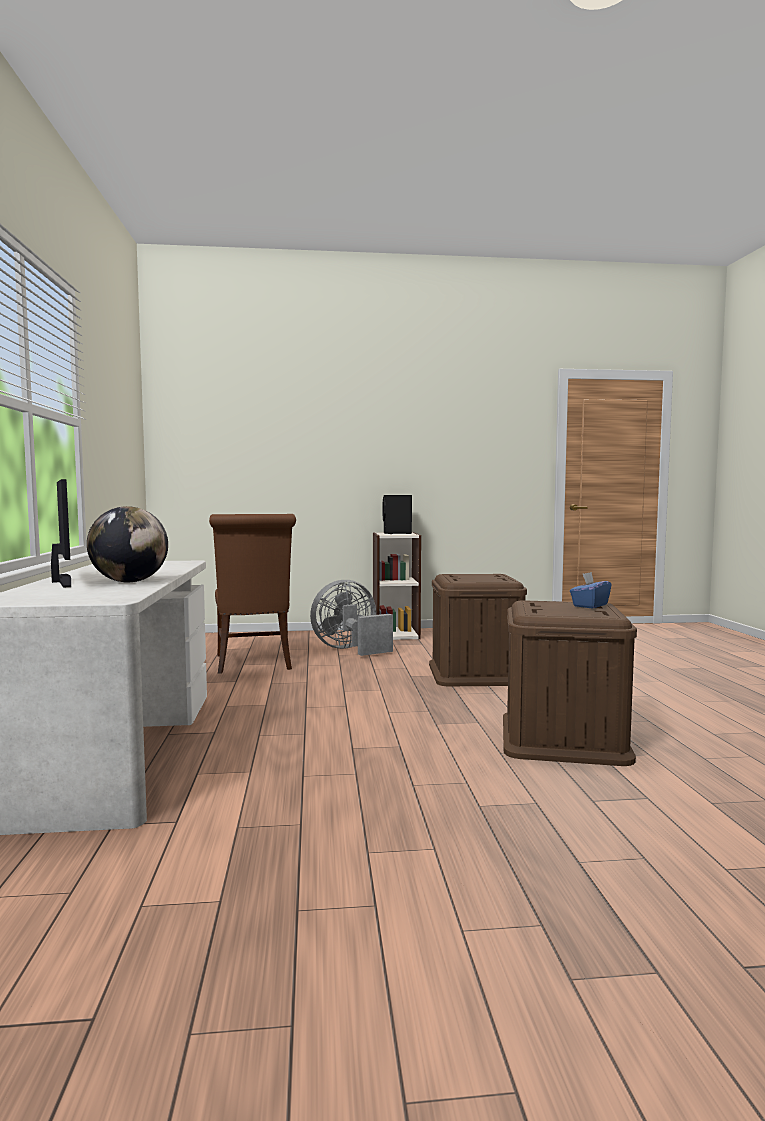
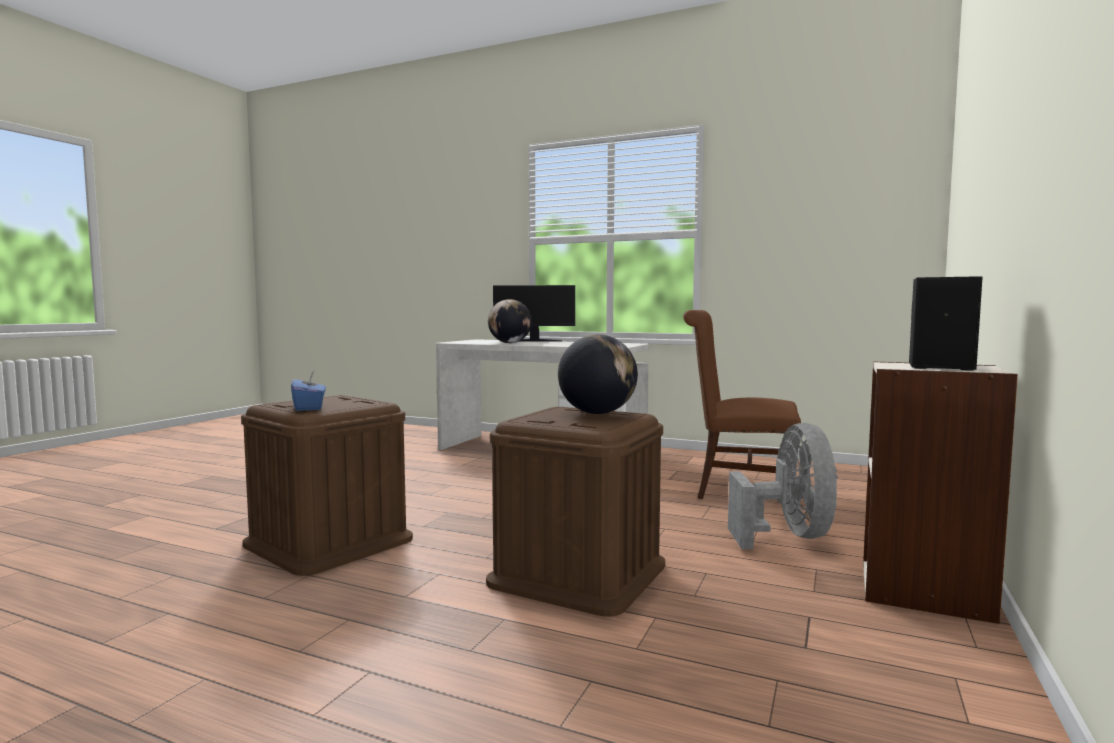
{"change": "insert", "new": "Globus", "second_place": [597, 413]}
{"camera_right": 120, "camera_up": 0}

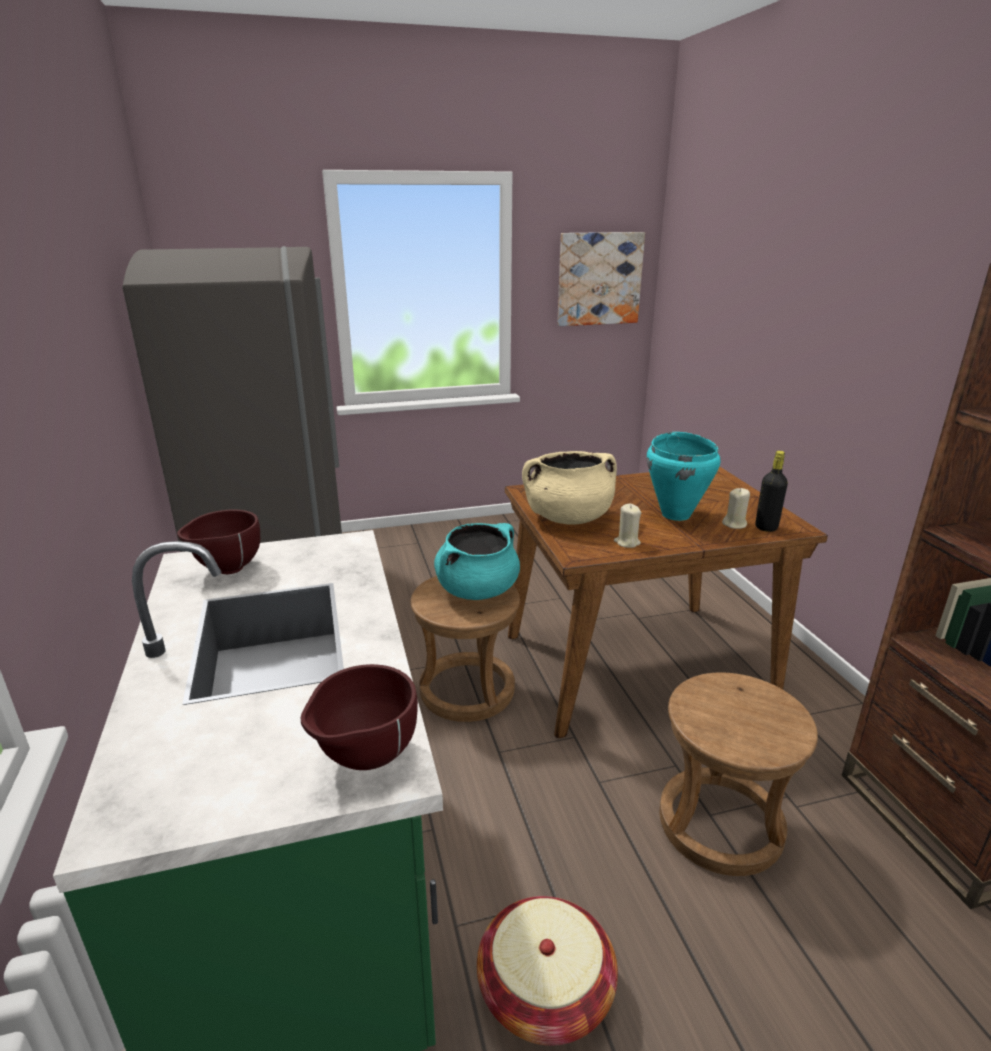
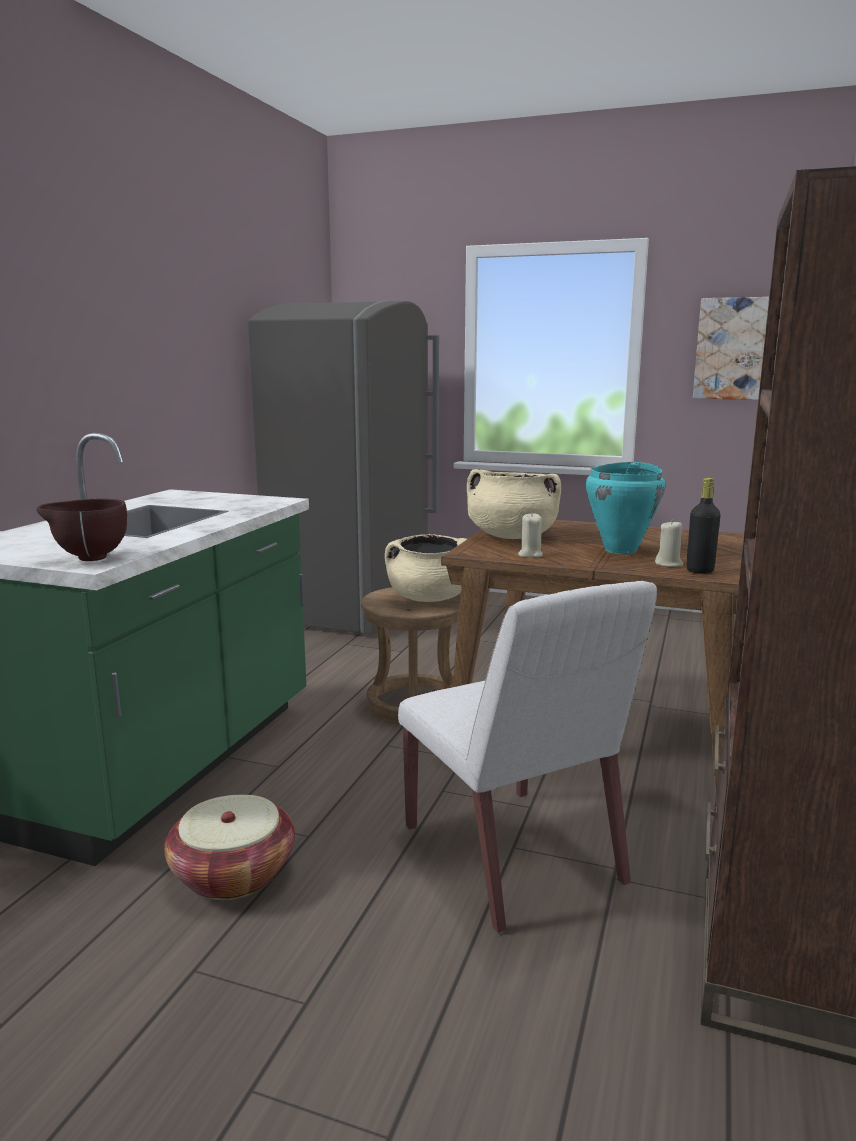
{"change": "delete", "old": "Schüssel (braun)", "first_place": [226, 570]}
{"change": "replace", "old": "Hocker (braun)", "new": "Stuhl (weiß)", "first_place": [720, 824], "second_place": [513, 856]}
{"change": "recolor", "old": "Kochtopf (türkis)", "new": "Kochtopf (beige)", "first_place": [477, 590], "second_place": [429, 599]}
{"camera_right": 35, "camera_up": -10}

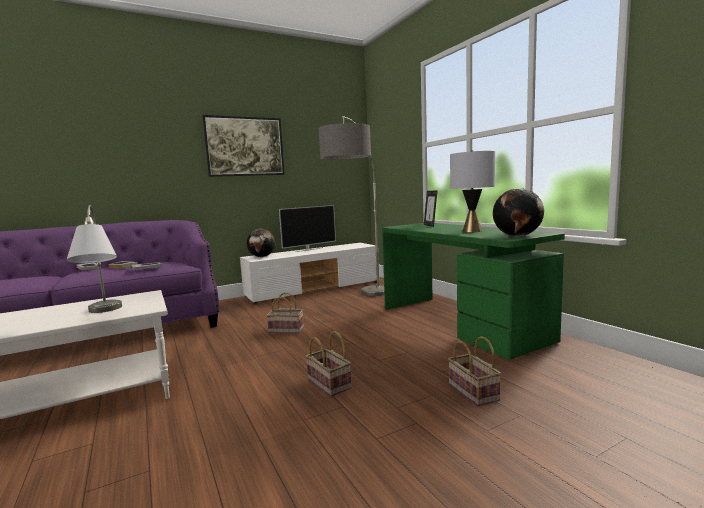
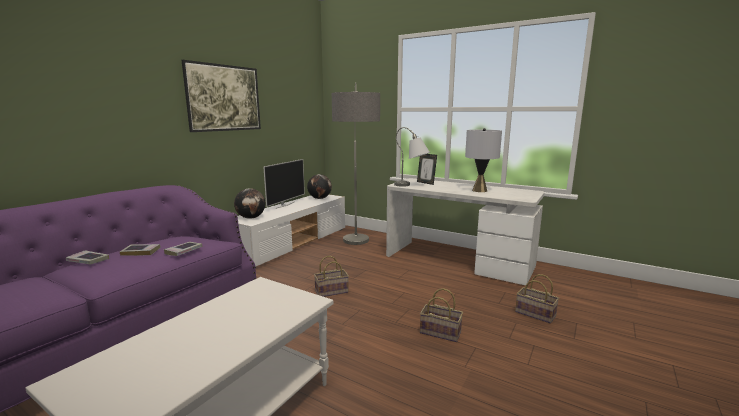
{"change": "move", "old": "Tischlampe (grau)", "first_place": [102, 313], "second_place": [411, 186]}
{"change": "move", "old": "Globus", "first_place": [517, 236], "second_place": [319, 198]}
{"change": "recolor", "old": "Schreibtisch (grün)", "new": "Schreibtisch (weiß)", "first_place": [459, 323], "second_place": [458, 261]}
{"camera_right": -30, "camera_up": 5}

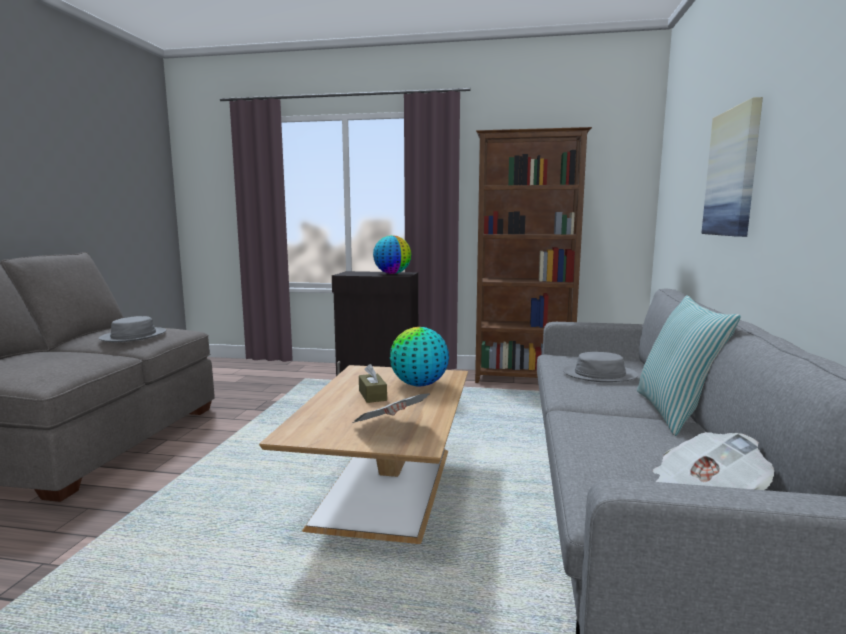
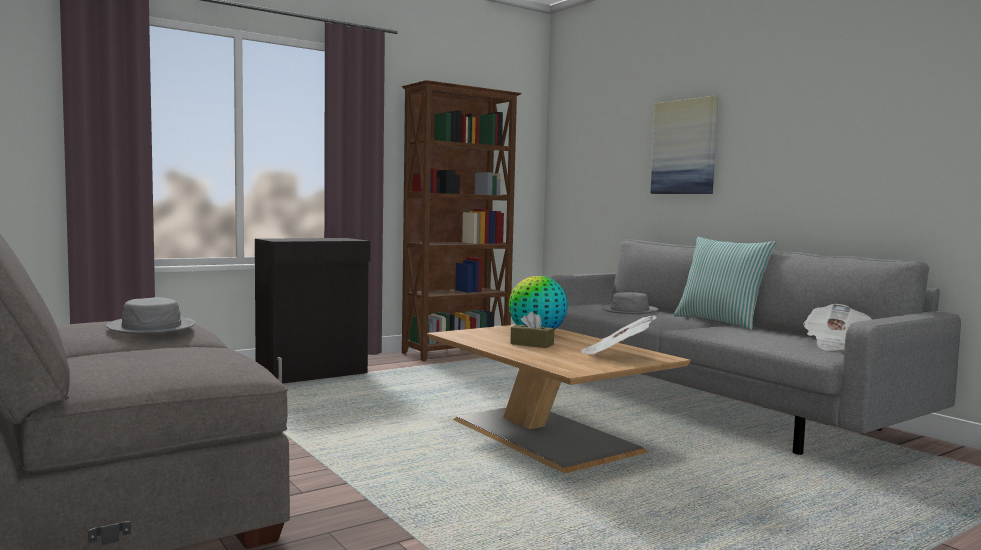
{"change": "delete", "old": "Globus", "first_place": [392, 273]}
{"camera_right": -45, "camera_up": -5}

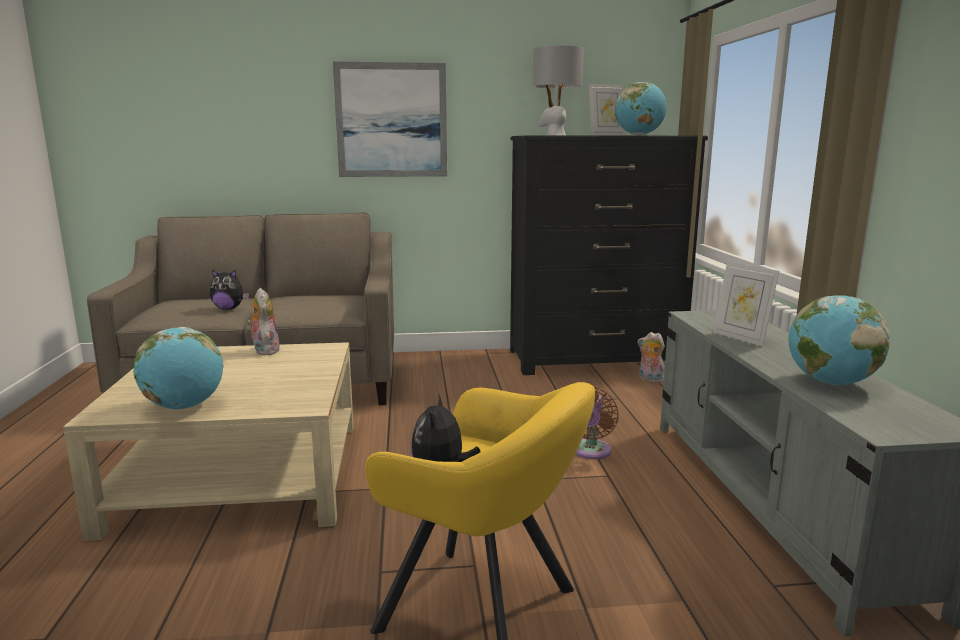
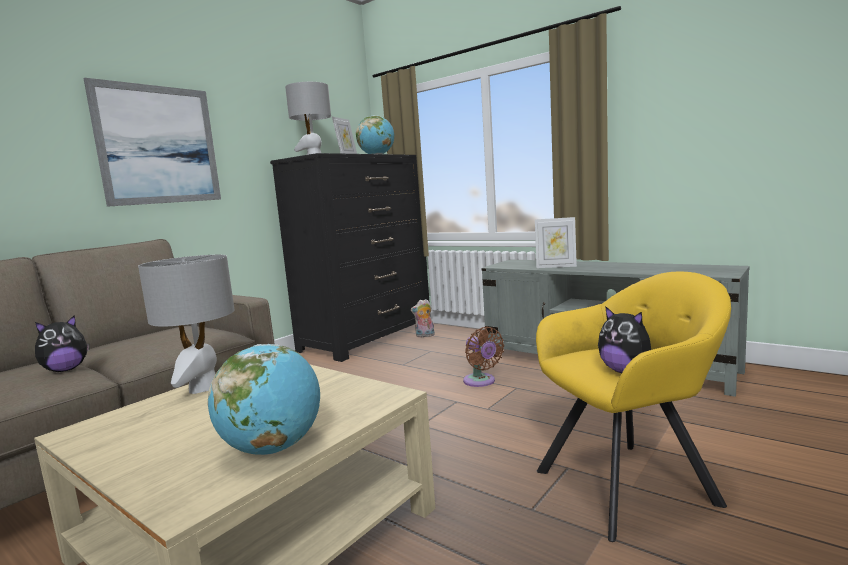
{"change": "delete", "old": "Globus", "first_place": [830, 382]}
{"change": "replace", "old": "Plüschtier", "new": "Tischlampe (grau)", "first_place": [264, 350], "second_place": [203, 387]}
{"camera_right": -45, "camera_up": -5}

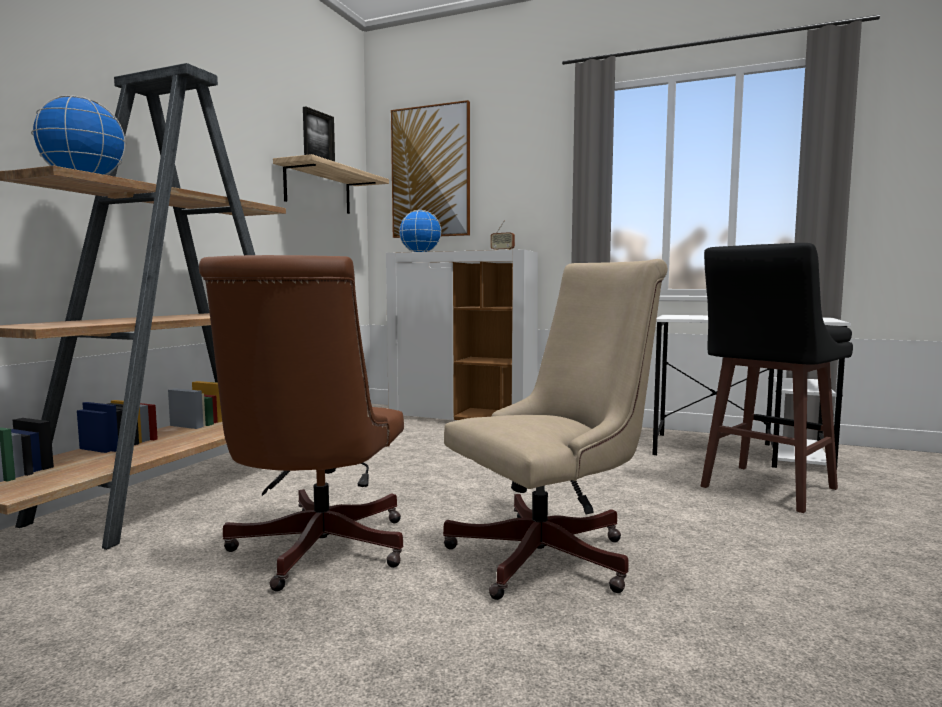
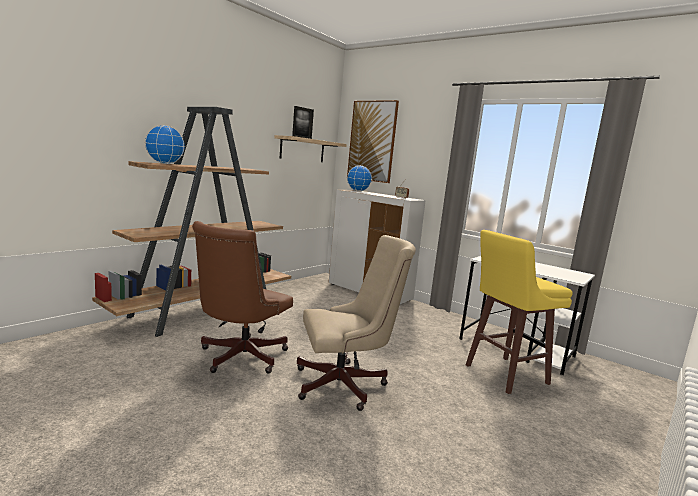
{"change": "recolor", "old": "Hocker (schwarz)", "new": "Hocker (gelb)", "first_place": [765, 488], "second_place": [504, 374]}
{"camera_right": 15, "camera_up": 5}

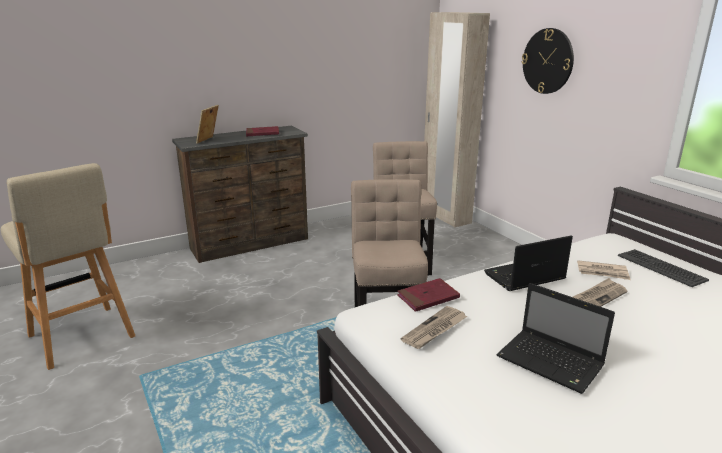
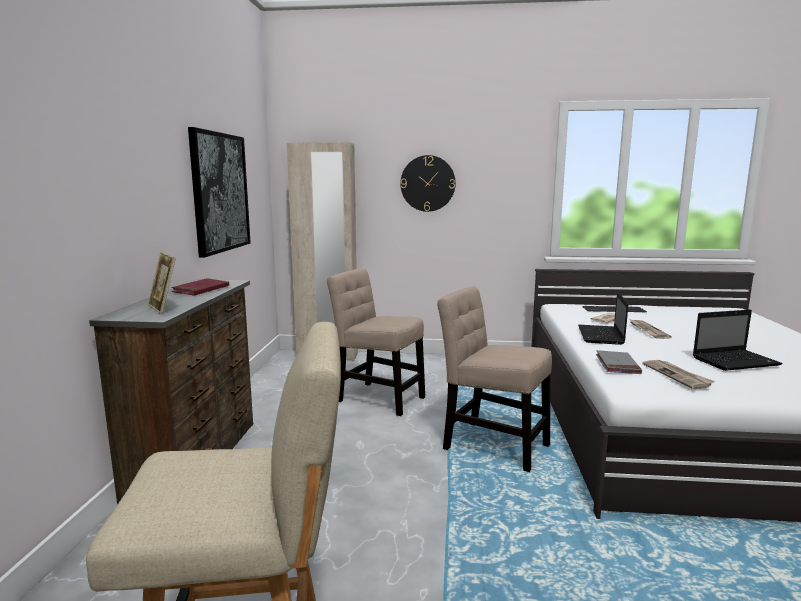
{"change": "insert", "new": "Bild", "second_place": [220, 192]}
{"change": "recolor", "old": "Buch (rot)", "new": "Buch (grau)", "first_place": [428, 297], "second_place": [617, 365]}
{"camera_right": -55, "camera_up": -10}

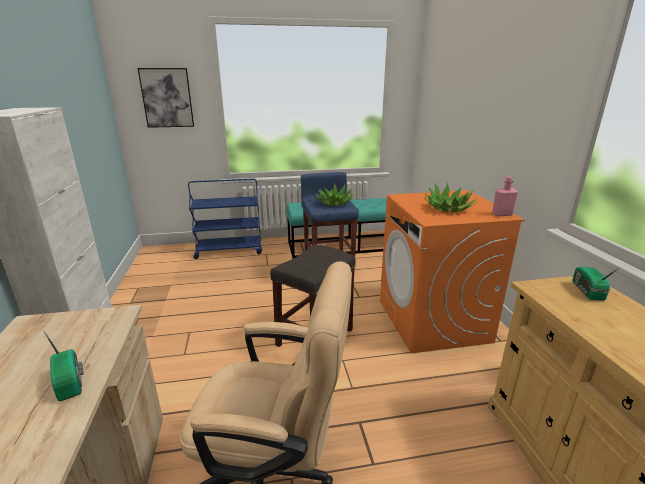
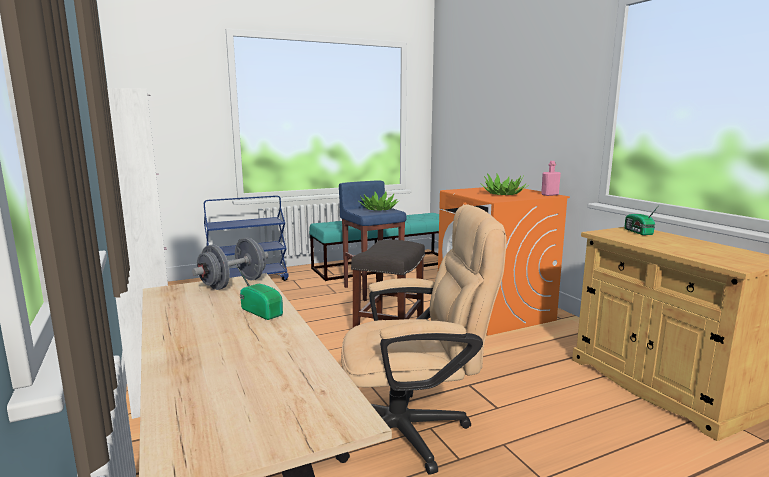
{"change": "delete", "old": "Bild", "first_place": [167, 98]}
{"change": "insert", "new": "Hantel (grau)", "second_place": [233, 284]}
{"camera_right": -15, "camera_up": -10}

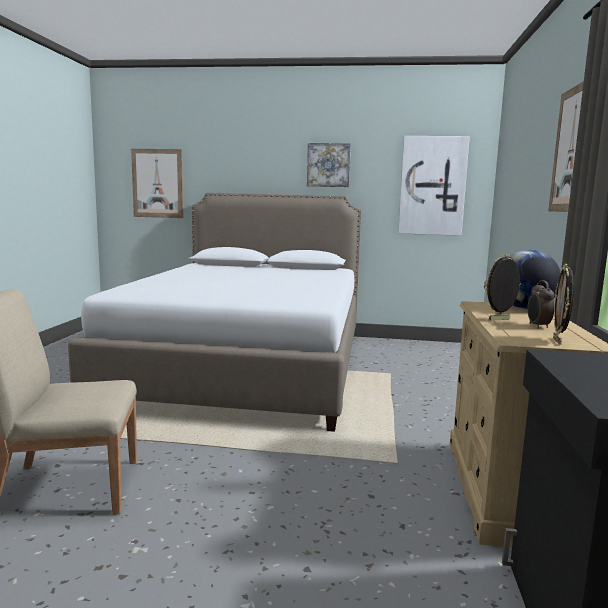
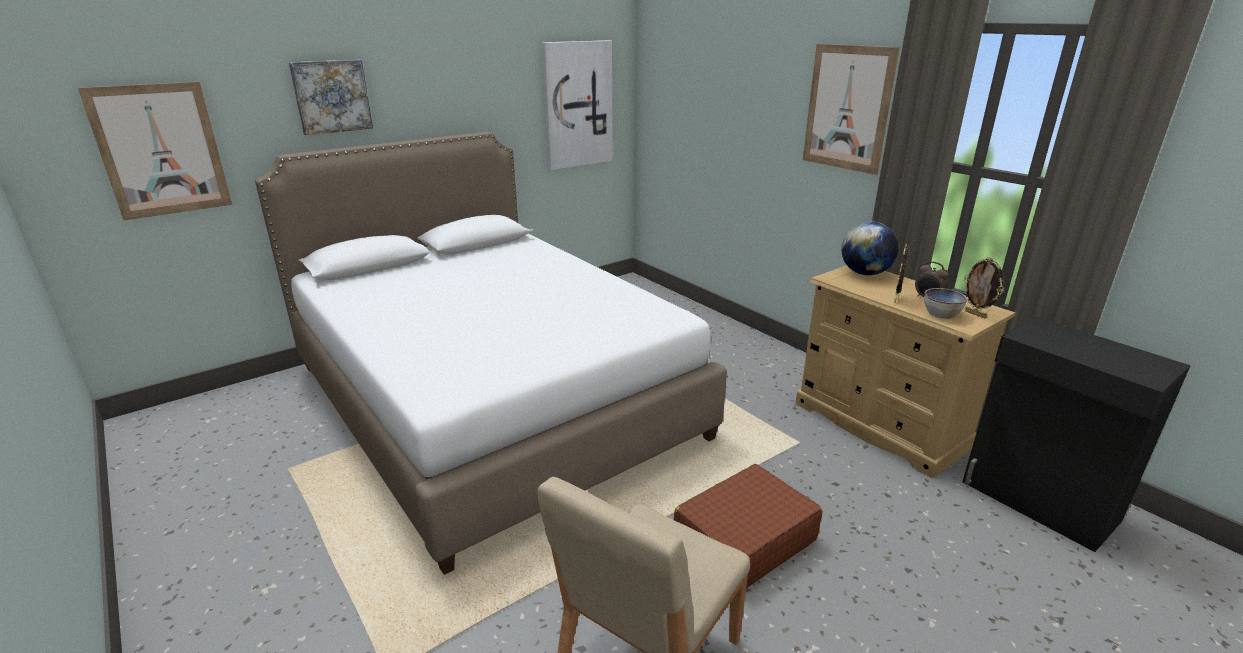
{"change": "insert", "new": "Koffer (braun)", "second_place": [744, 540]}
{"change": "insert", "new": "Schüssel", "second_place": [941, 314]}
{"change": "move", "old": "Bild", "first_place": [328, 165], "second_place": [332, 96]}
{"camera_right": -45, "camera_up": 15}

